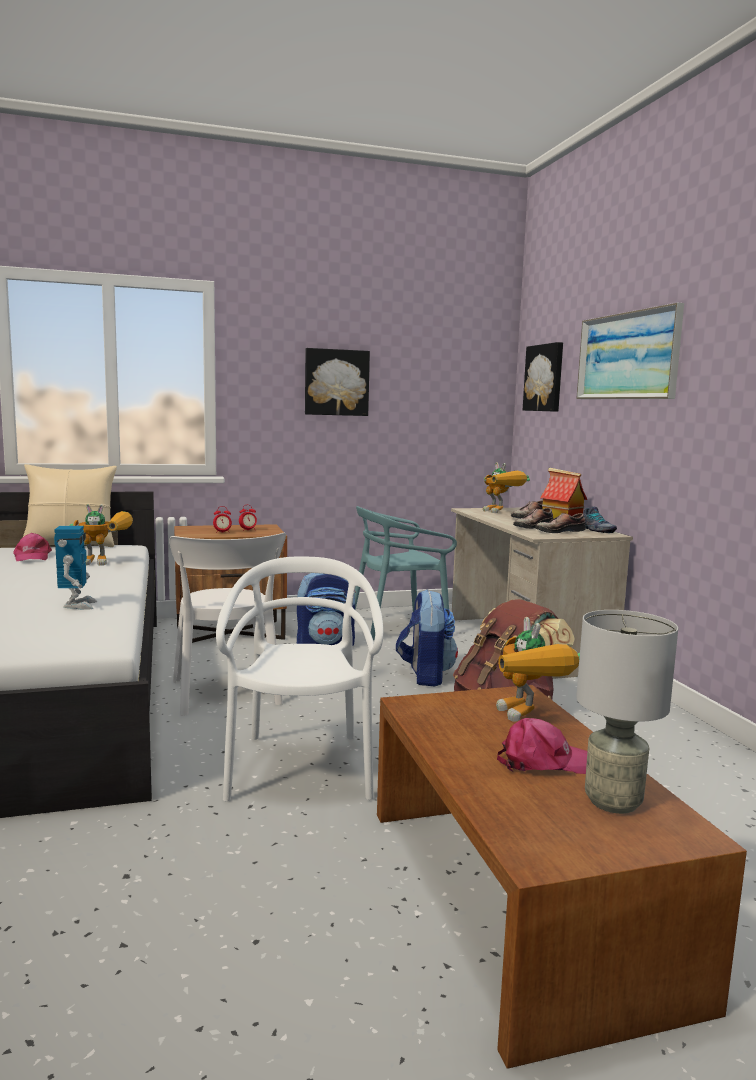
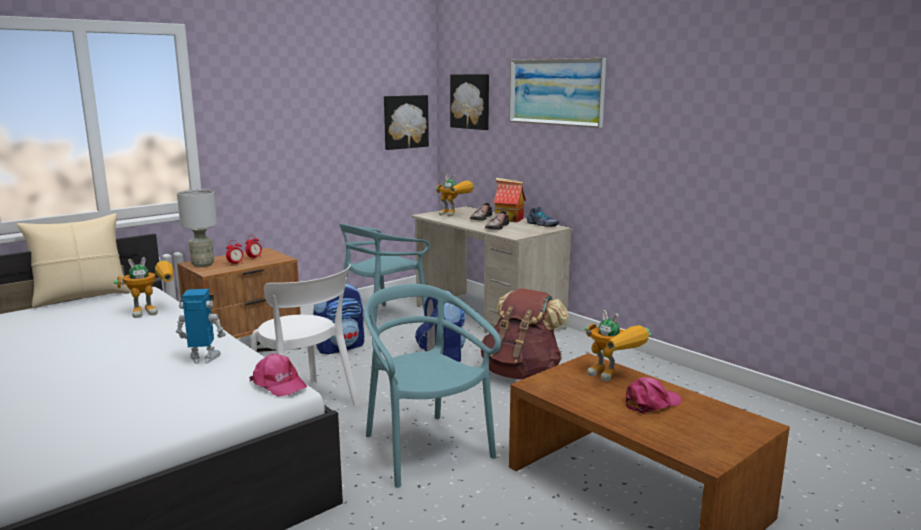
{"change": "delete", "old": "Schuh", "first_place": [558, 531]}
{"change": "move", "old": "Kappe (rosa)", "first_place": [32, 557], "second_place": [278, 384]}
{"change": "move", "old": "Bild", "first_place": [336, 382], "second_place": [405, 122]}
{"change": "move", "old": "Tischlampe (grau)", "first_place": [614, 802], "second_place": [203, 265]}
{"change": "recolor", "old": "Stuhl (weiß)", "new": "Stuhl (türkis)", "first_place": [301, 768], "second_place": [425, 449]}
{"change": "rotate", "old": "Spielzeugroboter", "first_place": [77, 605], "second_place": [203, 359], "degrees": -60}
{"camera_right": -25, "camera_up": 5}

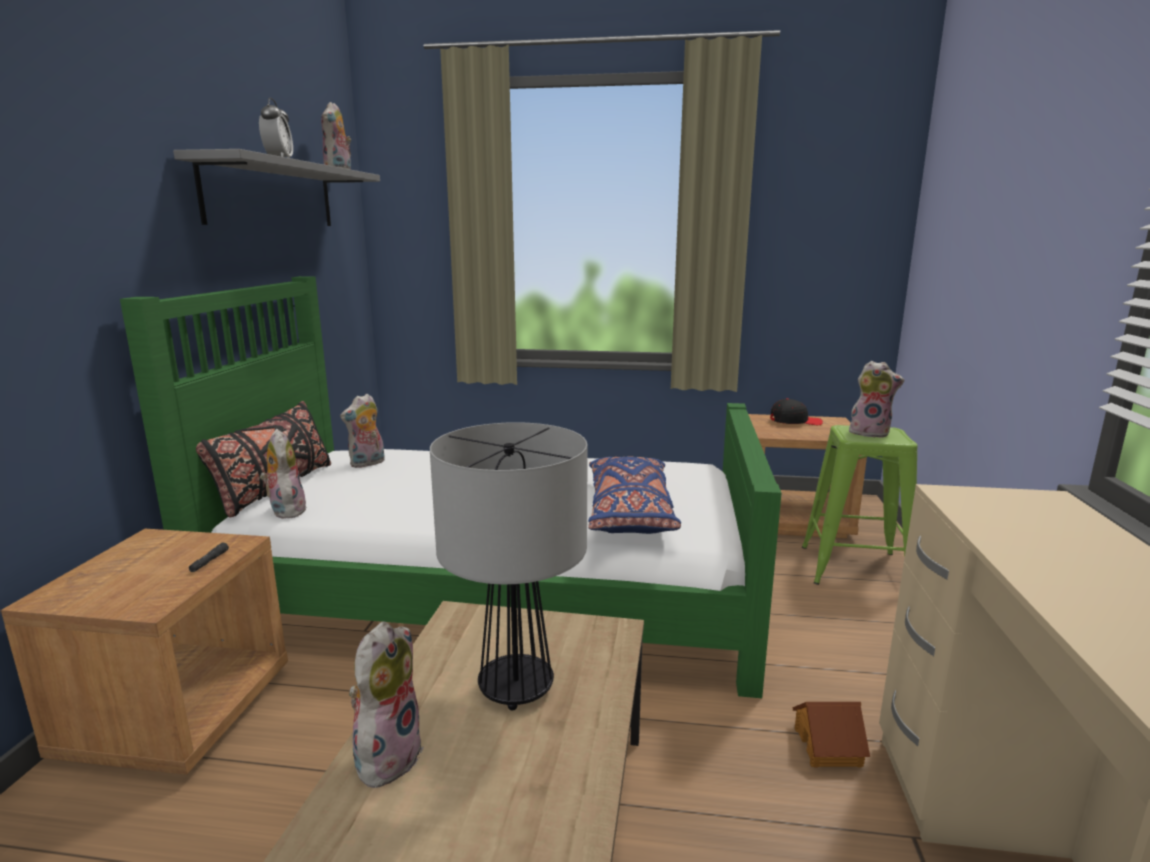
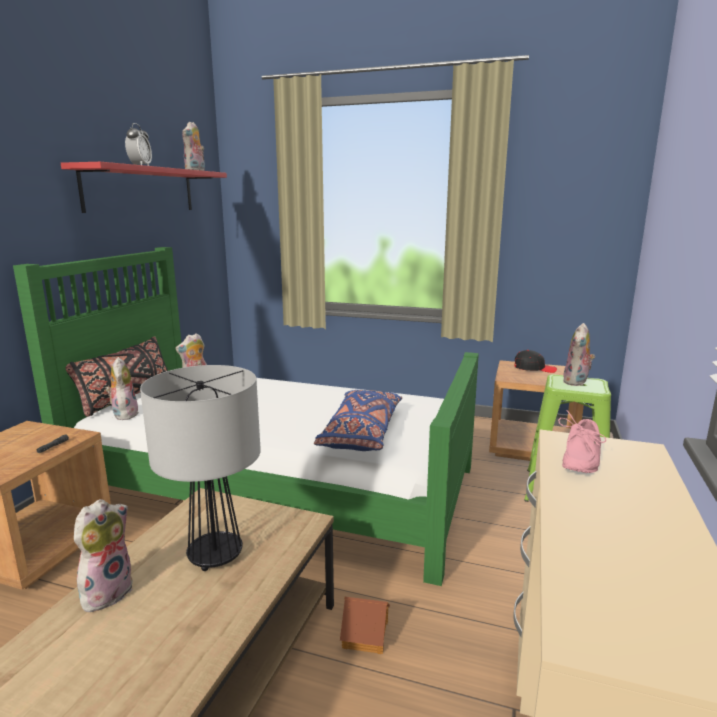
{"change": "insert", "new": "Schuh (rosa)", "second_place": [577, 459]}
{"change": "move", "old": "Spielzeughaus", "first_place": [828, 746], "second_place": [366, 634]}
{"change": "recolor", "old": "Wandregal (grau)", "new": "Wandregal (rot)", "first_place": [272, 195], "second_place": [141, 190]}
{"change": "rotate", "old": "Plüschtier", "first_place": [870, 433], "second_place": [576, 382], "degrees": 90}
{"camera_right": 10, "camera_up": 0}

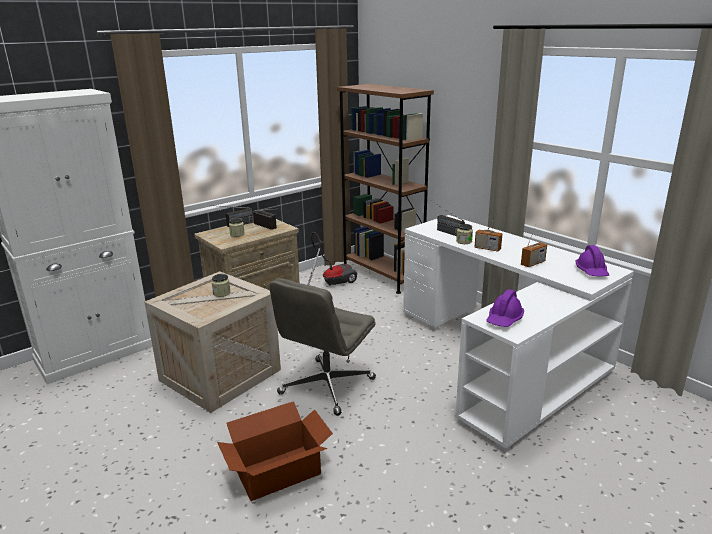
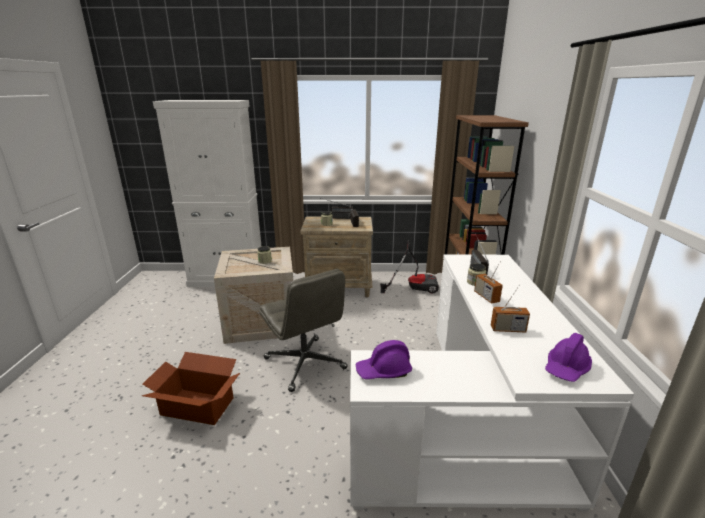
{"change": "rotate", "old": "Bürostuhl (grau)", "first_place": [326, 387], "second_place": [305, 364], "degrees": -105}
{"camera_right": 40, "camera_up": 0}

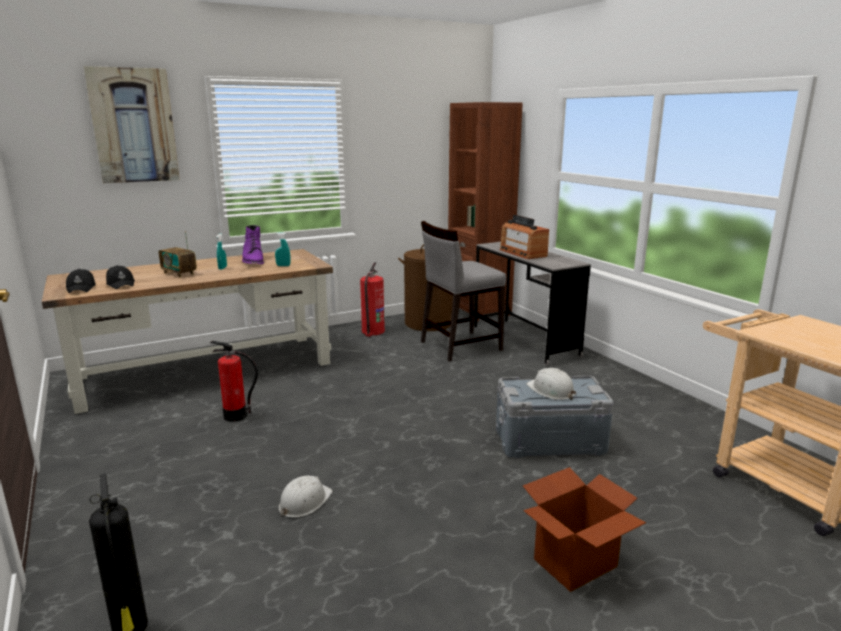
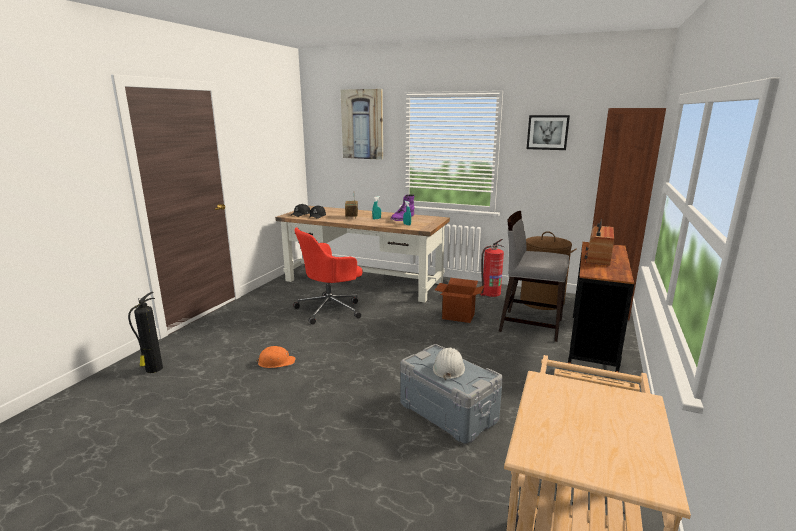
{"change": "insert", "new": "Bild", "second_place": [547, 132]}
{"change": "move", "old": "Karton", "first_place": [575, 563], "second_place": [458, 316]}
{"change": "replace", "old": "Feuerlöscher", "new": "Bürostuhl (rot)", "first_place": [235, 416], "second_place": [330, 309]}
{"change": "recolor", "old": "Schutzhelm (weiß)", "new": "Schutzhelm (orange)", "first_place": [304, 502], "second_place": [276, 362]}
{"change": "recolor", "old": "Schreibtisch (grau)", "new": "Schreibtisch (braun)", "first_place": [524, 341], "second_place": [592, 343]}
{"camera_right": 50, "camera_up": 0}

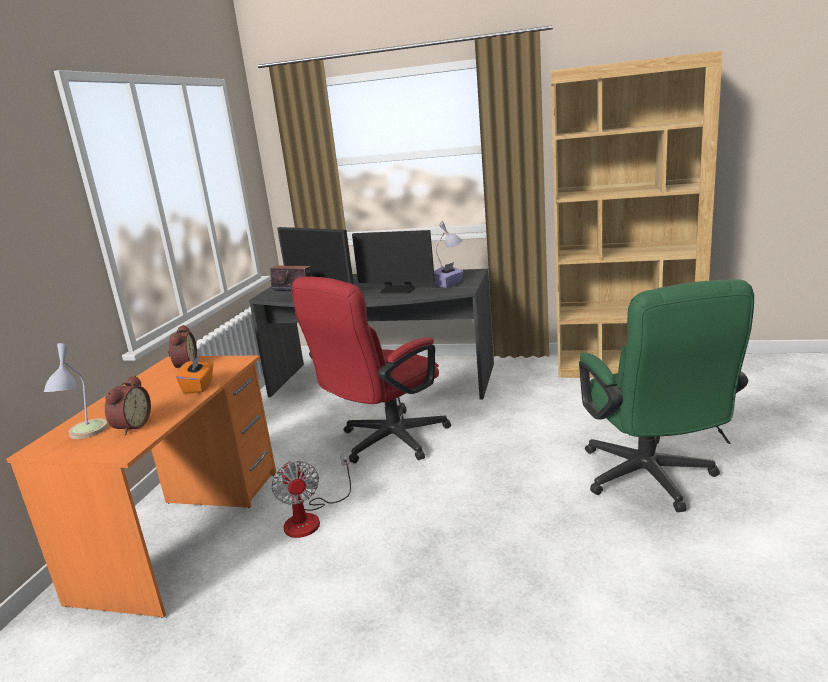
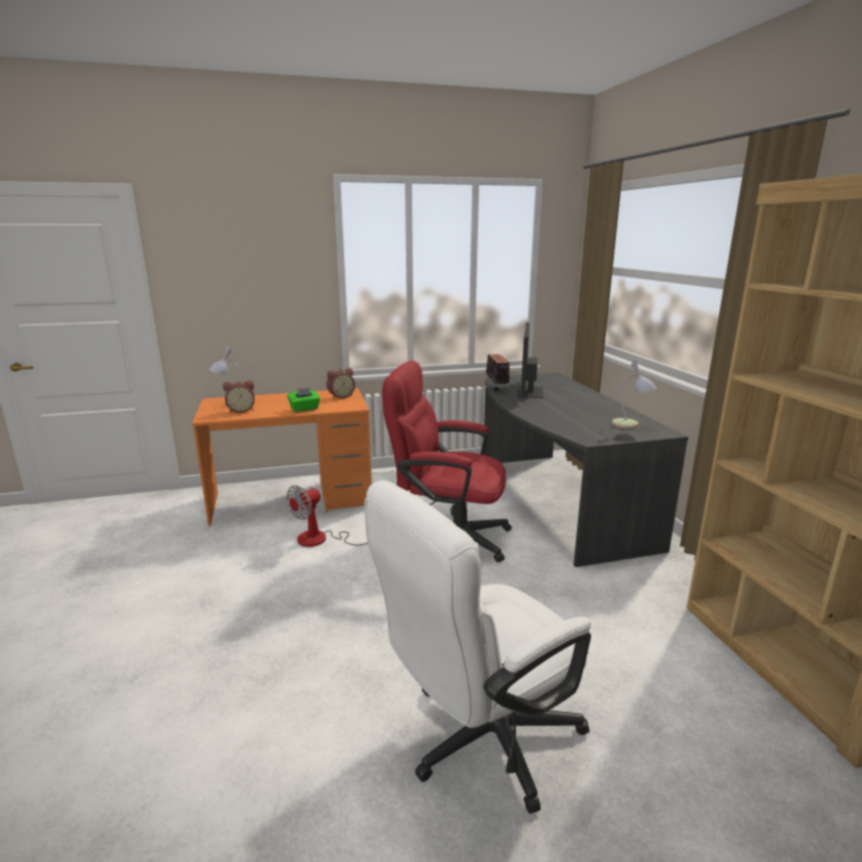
{"change": "delete", "old": "Monitor", "first_place": [397, 290]}
{"change": "delete", "old": "Taschentuchbox (lila)", "first_place": [449, 284]}
{"change": "recolor", "old": "Taschentuchbox (orange)", "new": "Taschentuchbox (grün)", "first_place": [199, 387], "second_place": [304, 409]}
{"change": "recolor", "old": "Bürostuhl (grün)", "new": "Bürostuhl (weiß)", "first_place": [652, 481], "second_place": [479, 741]}
{"camera_right": 60, "camera_up": 0}

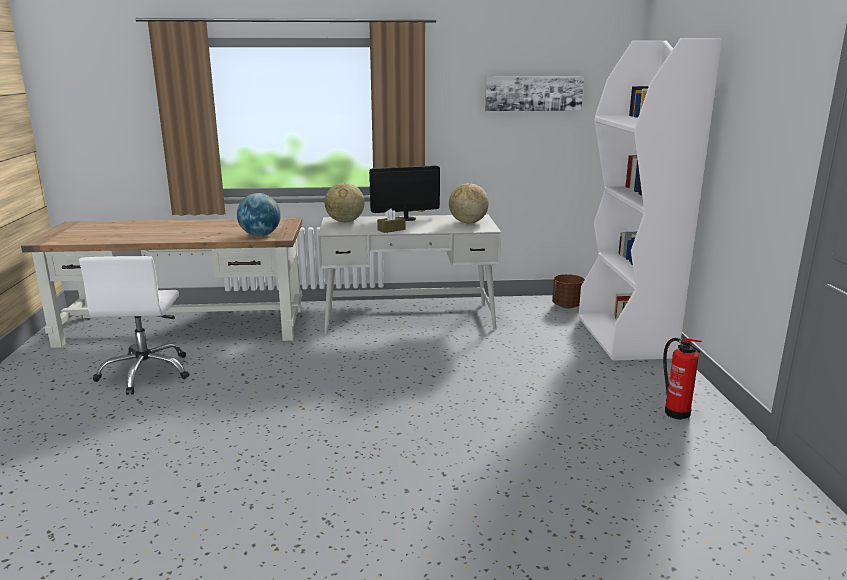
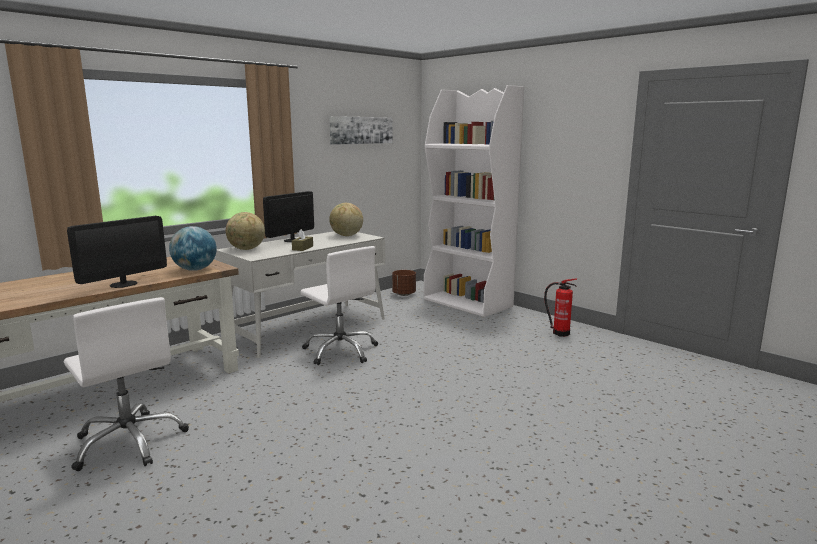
{"change": "insert", "new": "Monitor", "second_place": [123, 284]}
{"change": "insert", "new": "Bürostuhl (weiß)", "second_place": [341, 351]}
{"camera_right": -40, "camera_up": -5}

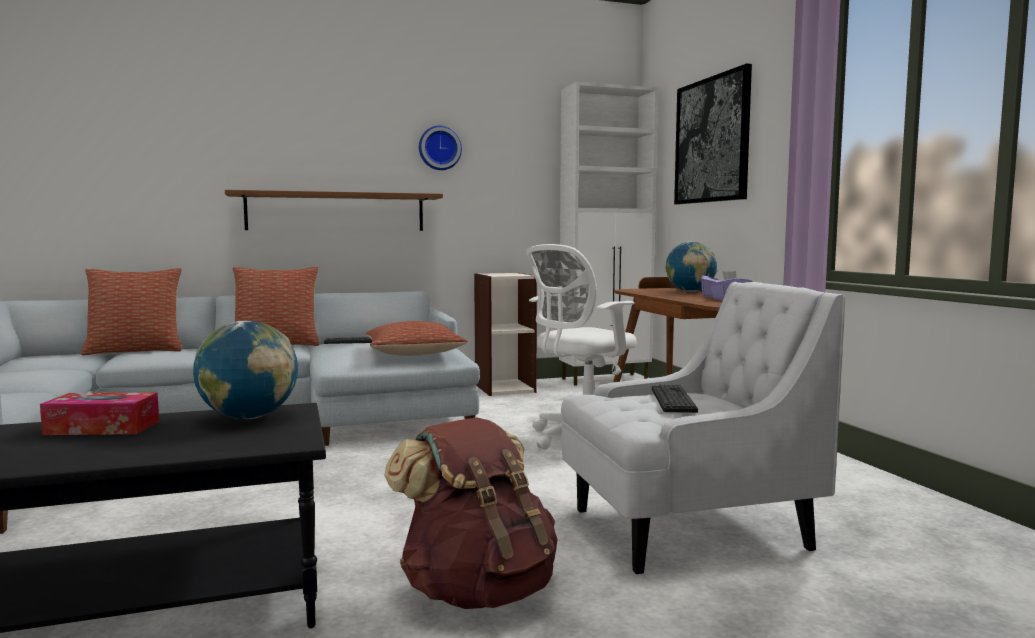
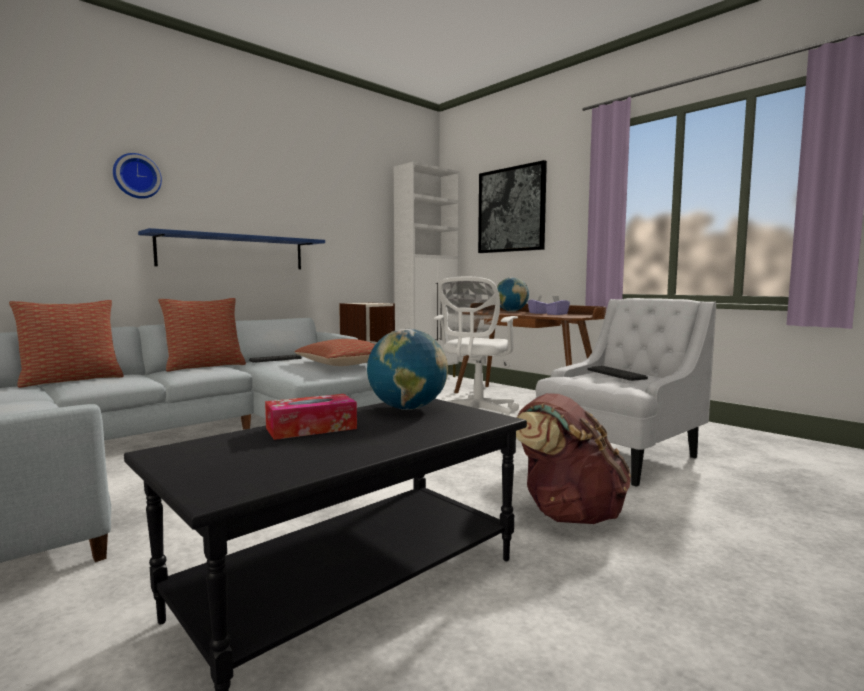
{"change": "move", "old": "Wanduhr", "first_place": [439, 148], "second_place": [136, 176]}
{"change": "recolor", "old": "Wandregal (braun)", "new": "Wandregal (blau)", "first_place": [336, 212], "second_place": [233, 252]}
{"camera_right": -25, "camera_up": 0}

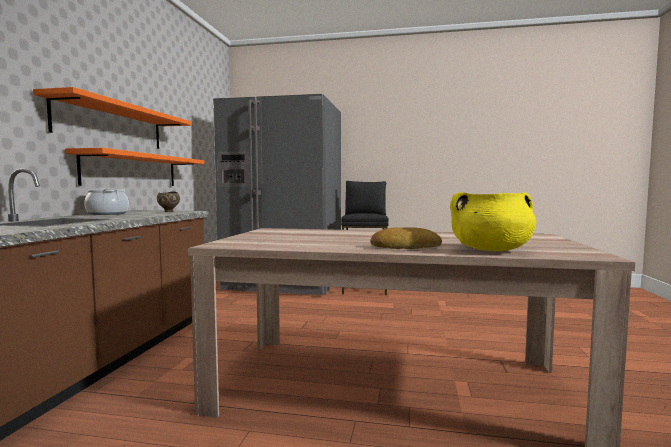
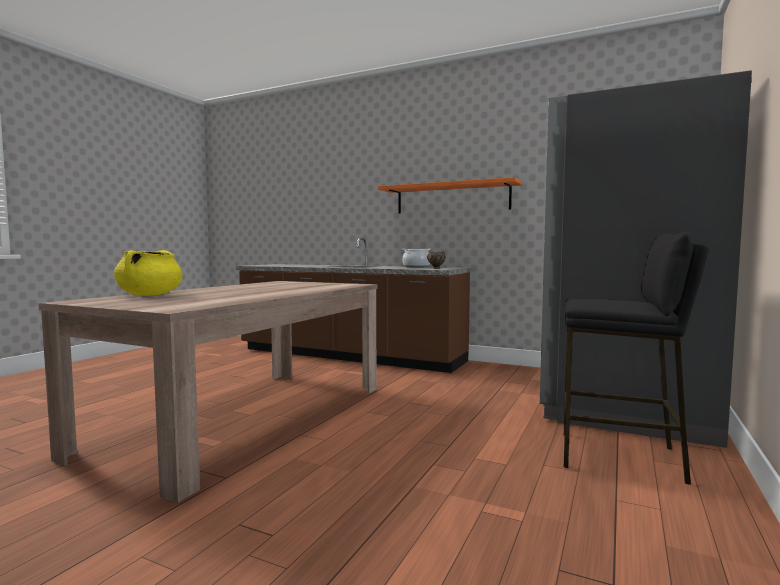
{"change": "delete", "old": "Wandregal (orange)", "first_place": [132, 170]}
{"change": "delete", "old": "Brot", "first_place": [404, 247]}
{"camera_right": 105, "camera_up": 0}

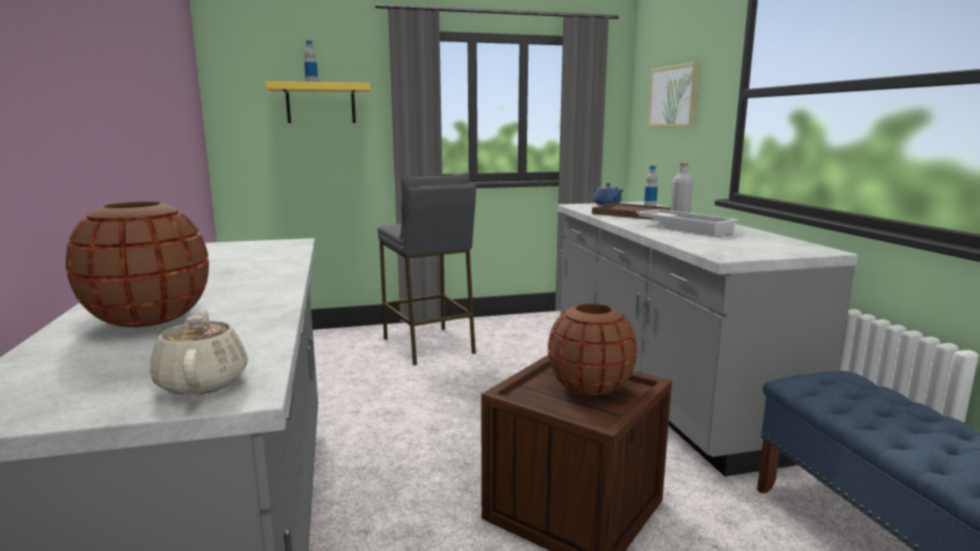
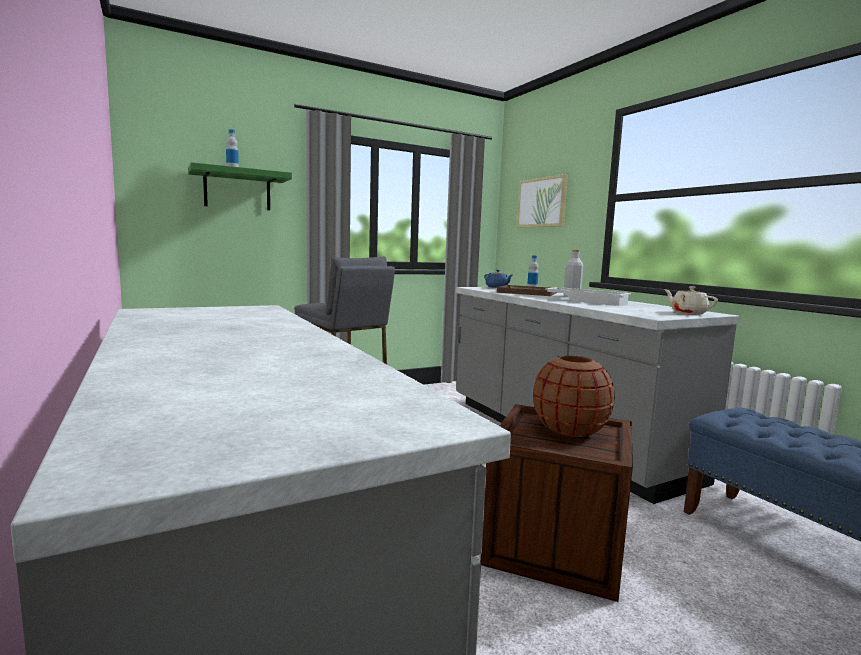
{"change": "delete", "old": "Vase (braun)", "first_place": [149, 318]}
{"change": "move", "old": "Teekanne (beige)", "first_place": [203, 382], "second_place": [688, 313]}
{"change": "recolor", "old": "Wandregal (gelb)", "new": "Wandregal (grün)", "first_place": [321, 104], "second_place": [237, 190]}
{"camera_right": -15, "camera_up": -5}

